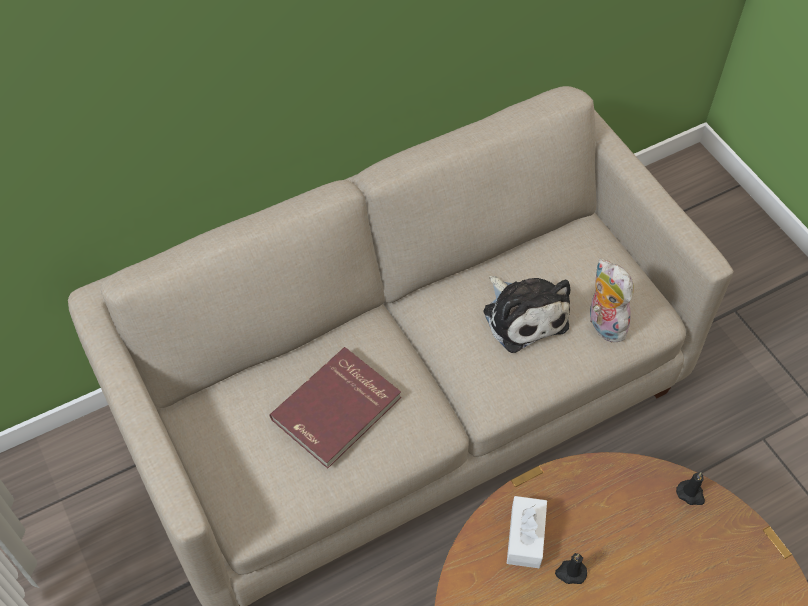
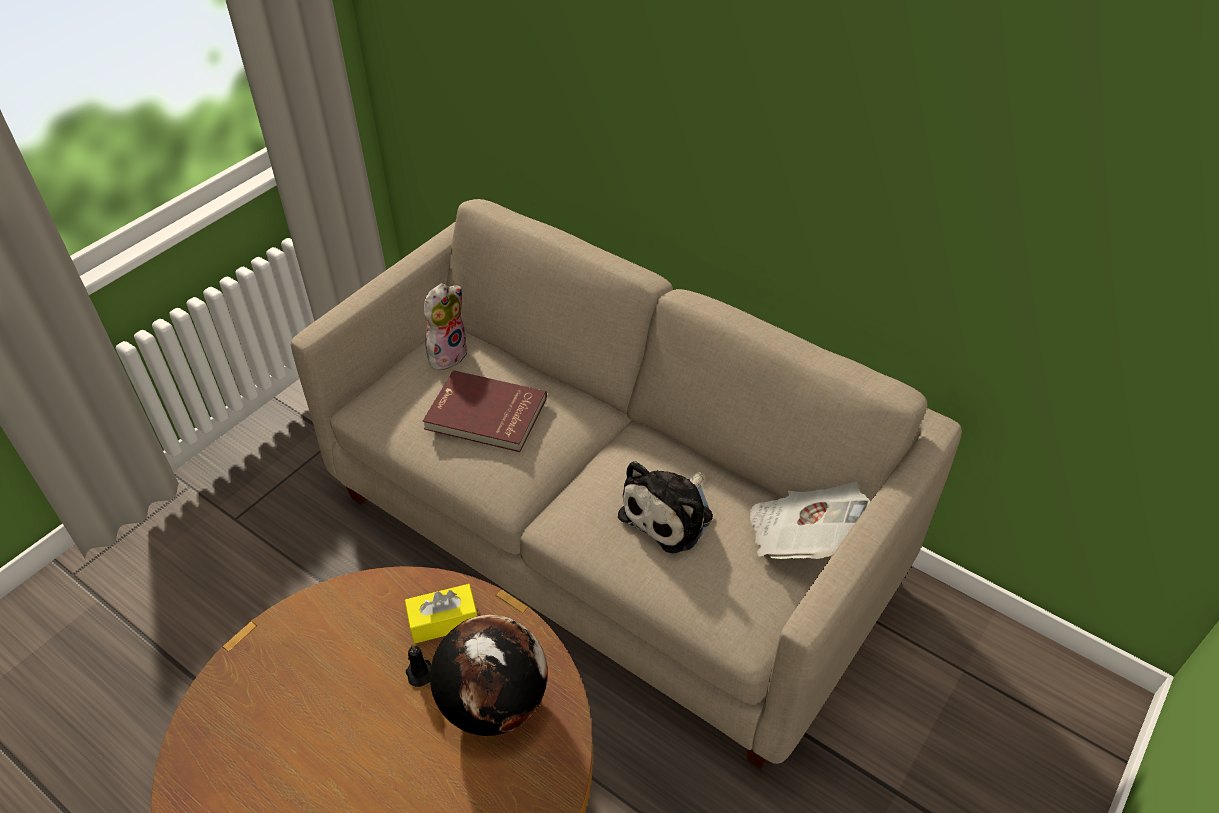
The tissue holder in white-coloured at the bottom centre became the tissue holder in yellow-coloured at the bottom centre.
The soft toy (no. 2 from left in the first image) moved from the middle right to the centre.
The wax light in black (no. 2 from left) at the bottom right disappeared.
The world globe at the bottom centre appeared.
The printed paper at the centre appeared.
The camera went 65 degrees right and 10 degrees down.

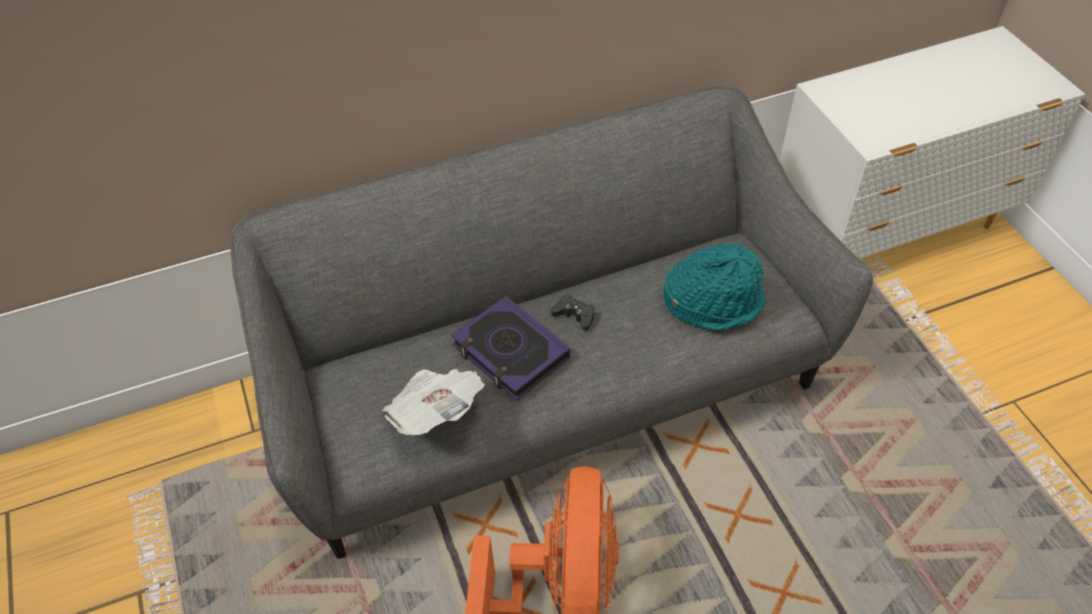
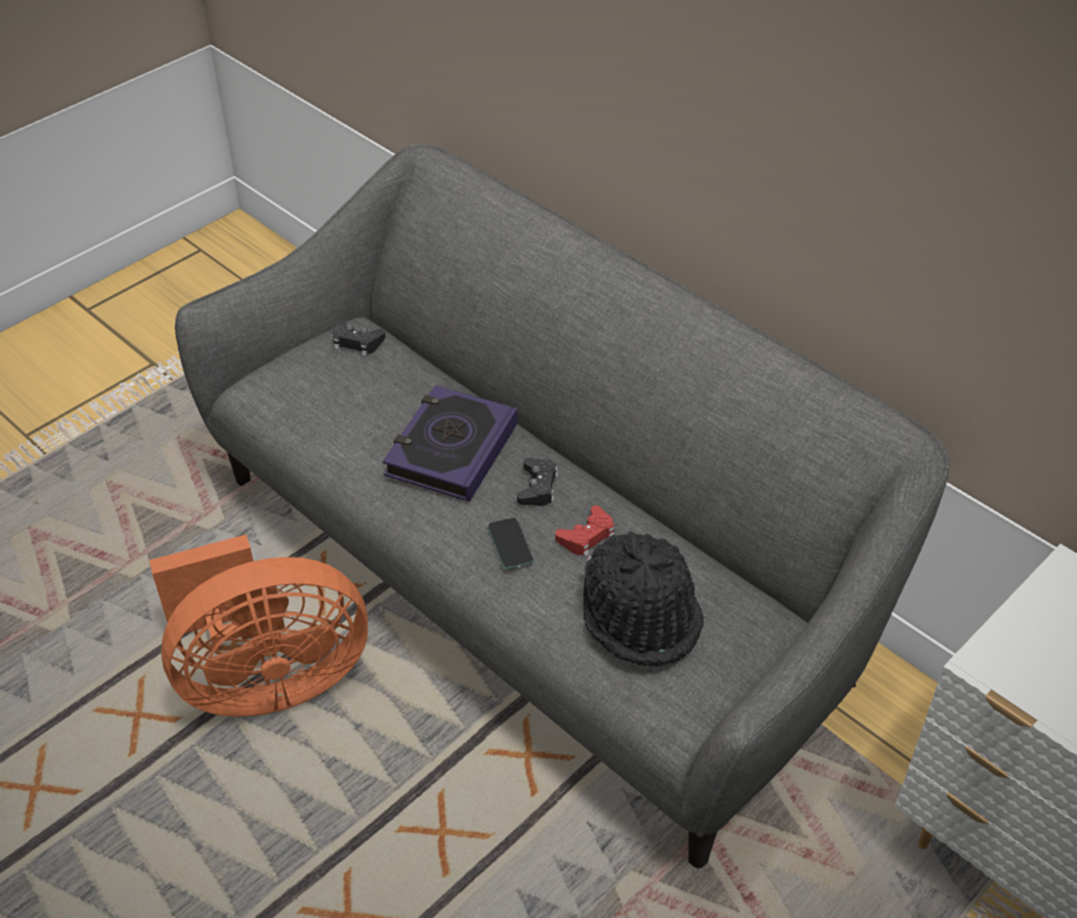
The printed paper at the centre disappeared.
The clothing hat in turquoise-coloured at the centre became the clothing hat in black at the centre.
The joypad in black (no. 1 from left) at the centre appeared.
The telephone at the centre appeared.
The joypad in reddish at the centre appeared.
The camera went 65 degrees right and 5 degrees down.

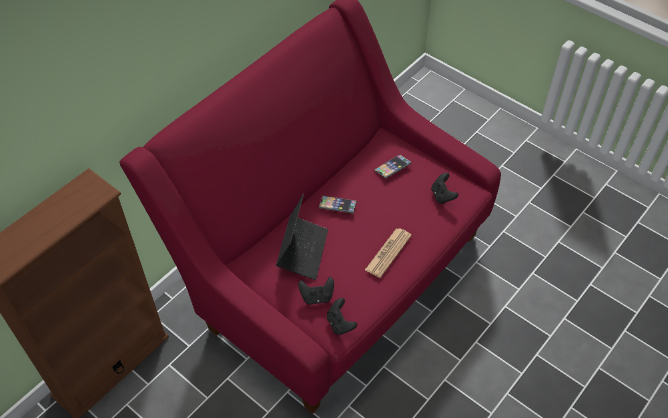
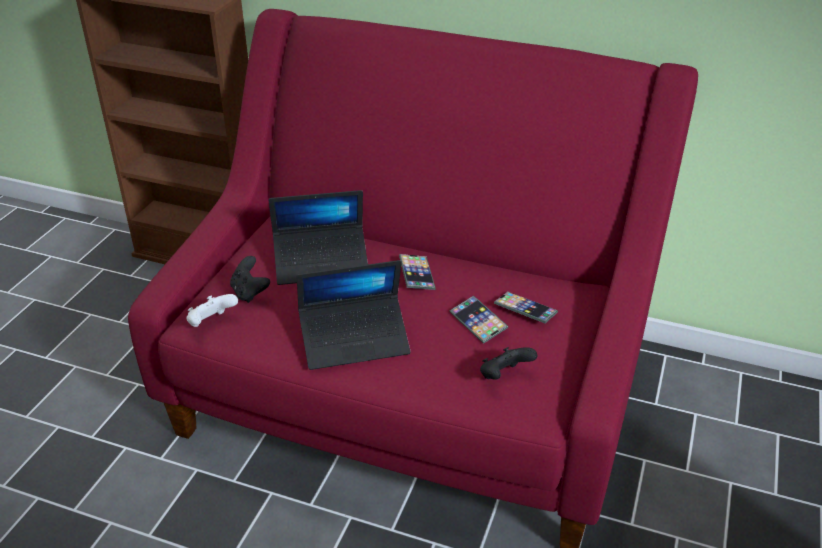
The joypad in black (no. 2 from left) at the bottom centre became the joypad in white-coloured at the middle left.
The printed paper at the centre was replaced by the notebook computer (no. 2 from left) at the centre.
The telephone (no. 2 from left) at the centre appeared.
The camera went 70 degrees right and 15 degrees down.

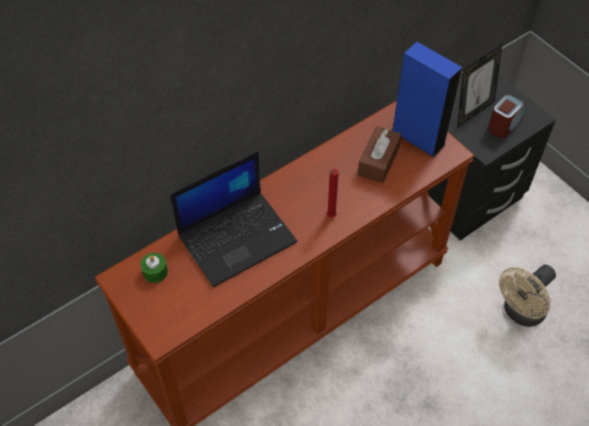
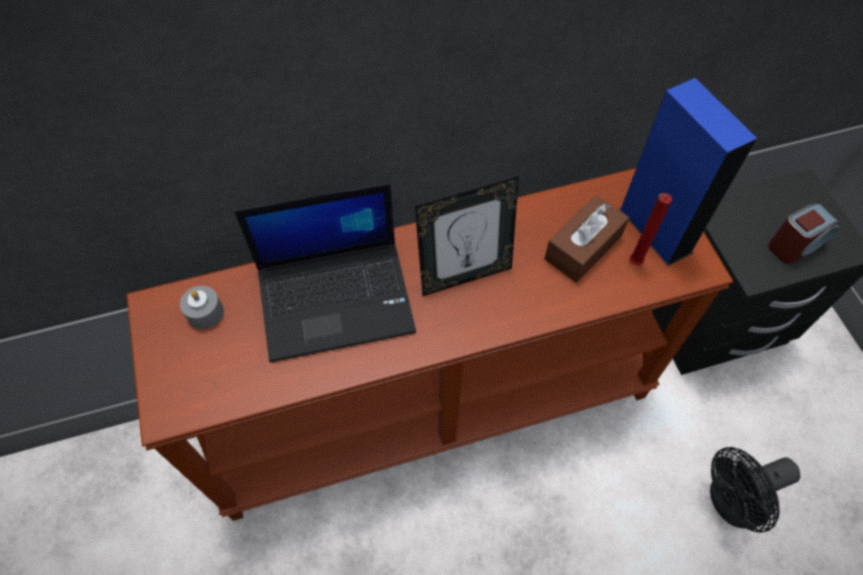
The wax light in green-coloured at the middle left became the wax light in greyish at the middle left.
The wax light in reddish moved from the centre to the middle right.
The photo frame moved from the top right to the centre.
The electric fan in beige at the bottom right became the electric fan in black at the bottom right.
The camera went 20 degrees right and 5 degrees up.

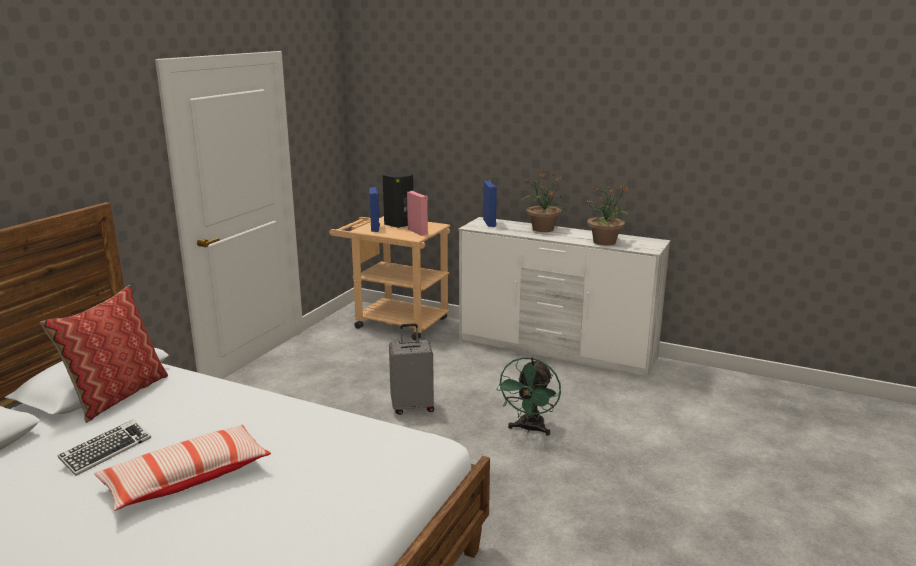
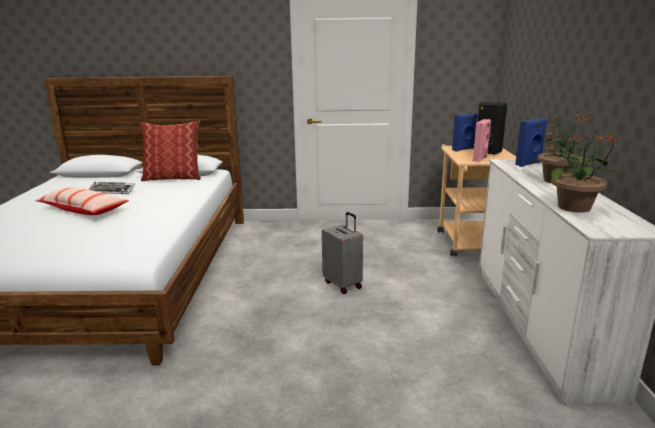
The electric fan in green-coloured at the bottom centre disappeared.
The camera went 65 degrees right and 0 degrees up.

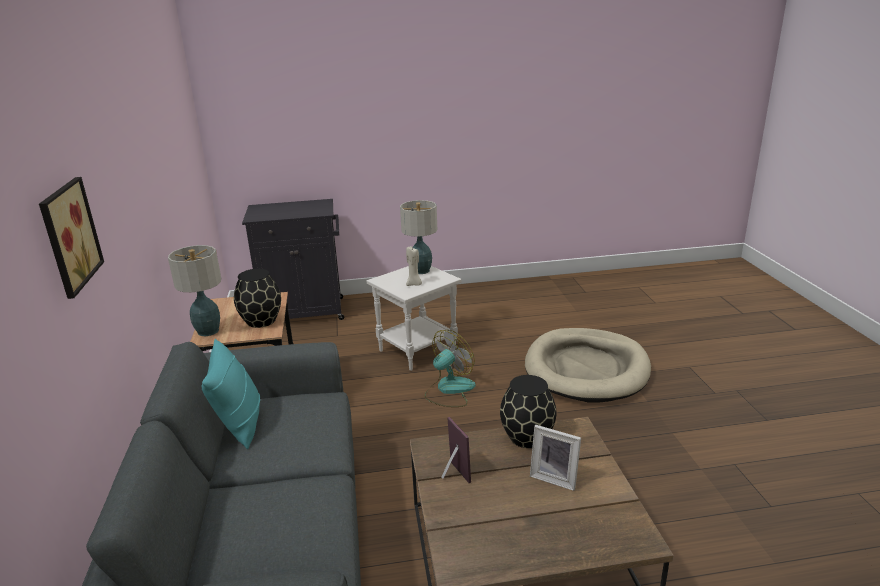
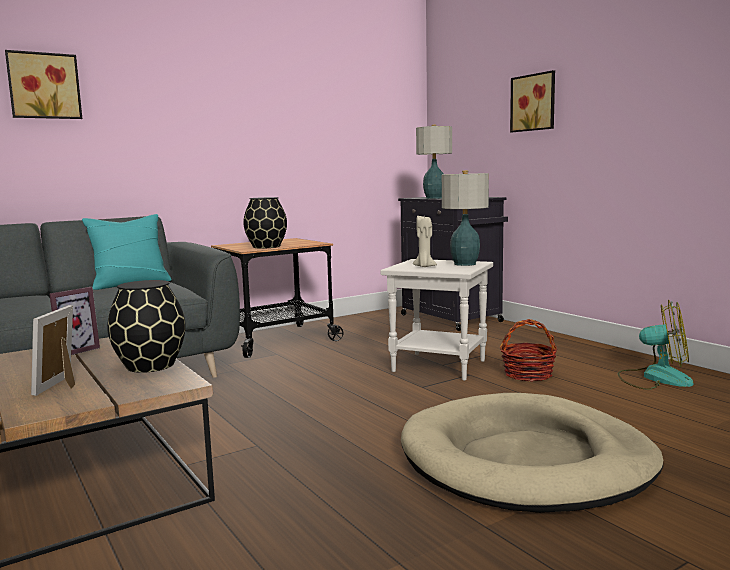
The table lamp (no. 1 from left) moved from the middle left to the top centre.
The electric fan moved from the centre to the middle right.
The household basket at the middle right appeared.
The wall art (no. 2 from left) at the top right appeared.
The camera went 65 degrees right and 15 degrees down.

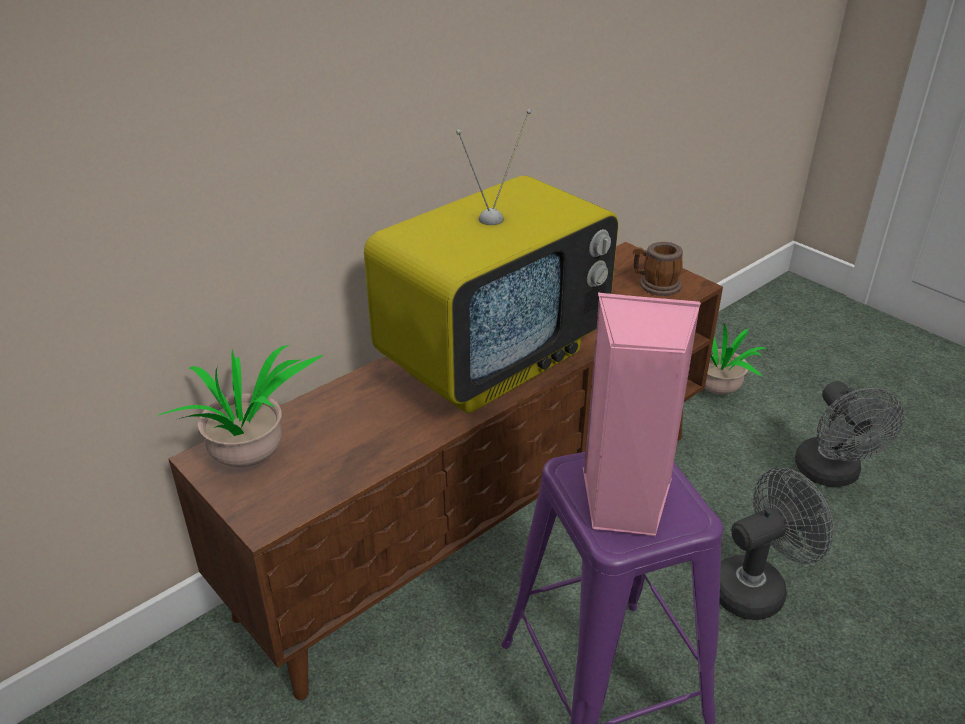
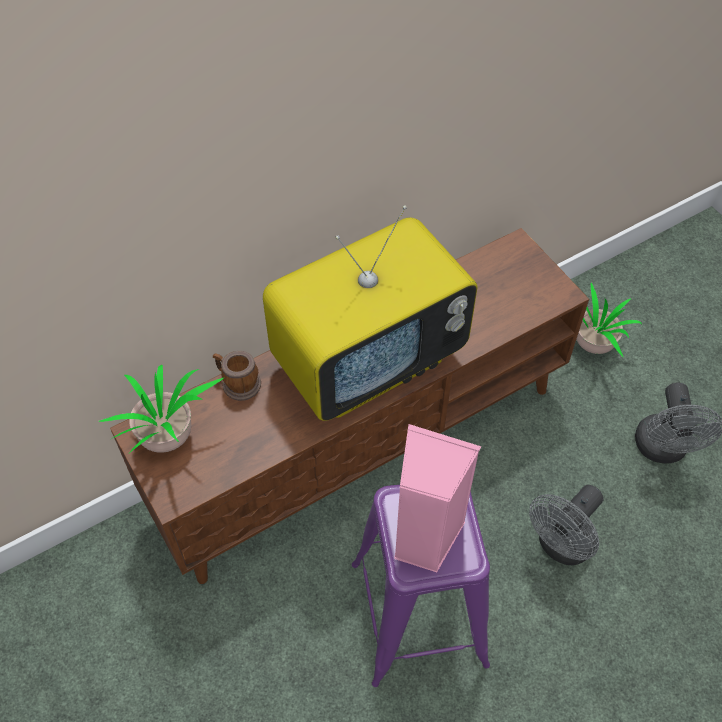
The coffee mug moved from the middle right to the middle left.
The electric fan in greyish (no. 1 from left) at the bottom right turned 150 degrees clockwise.
The camera went 10 degrees right and 20 degrees up.

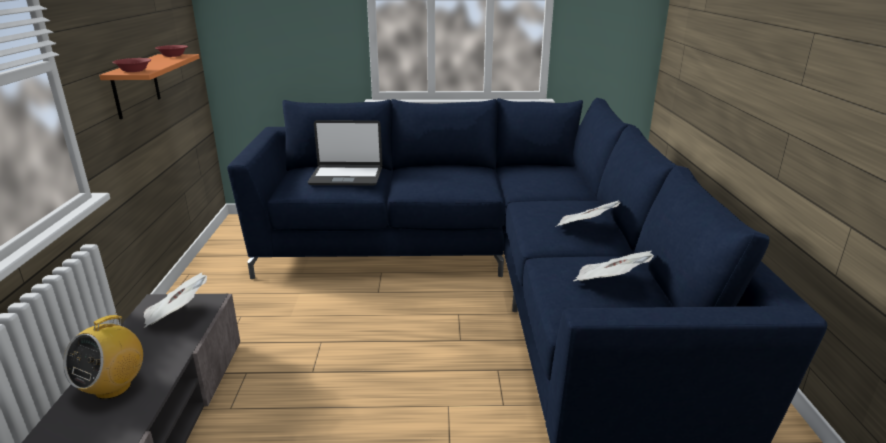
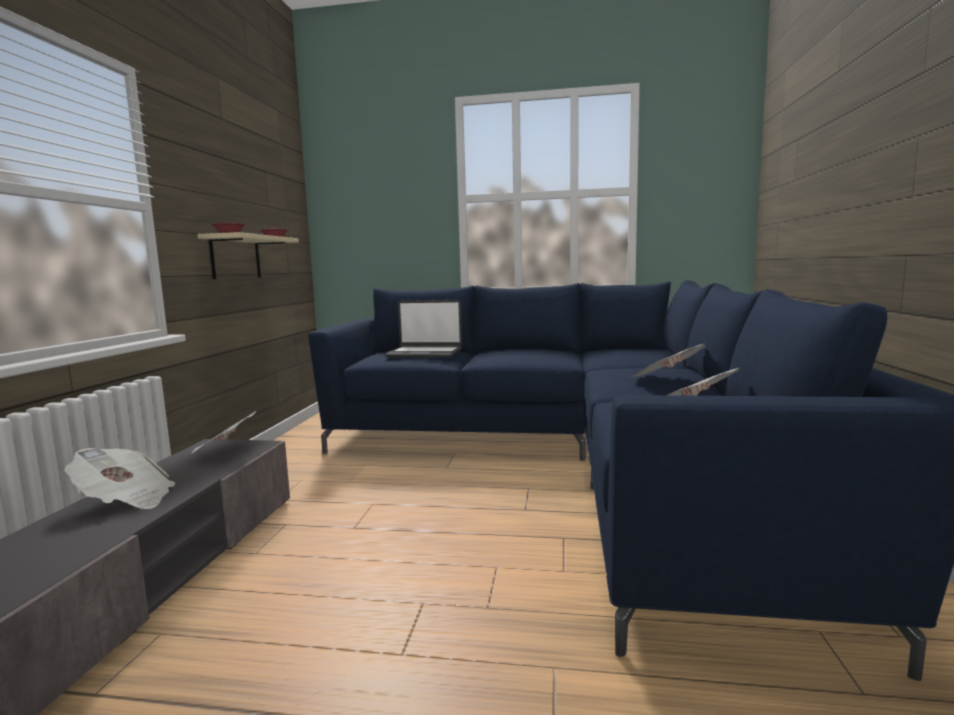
The radio receiver at the bottom left was replaced by the printed paper (no. 1 from left) at the bottom left.
The wall shelf in orangey at the top left became the wall shelf in beige at the middle left.
The camera went 10 degrees right and 15 degrees down.

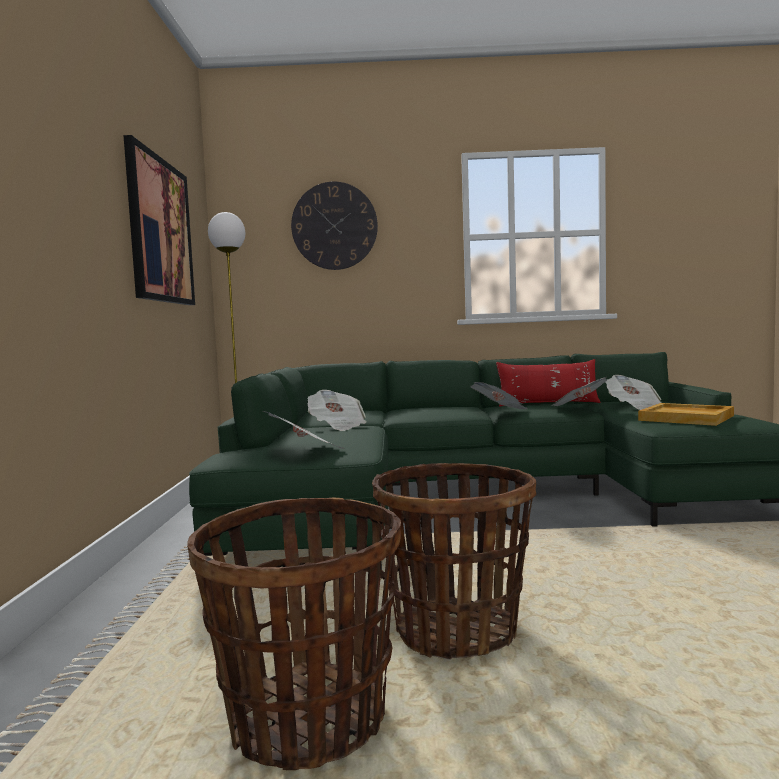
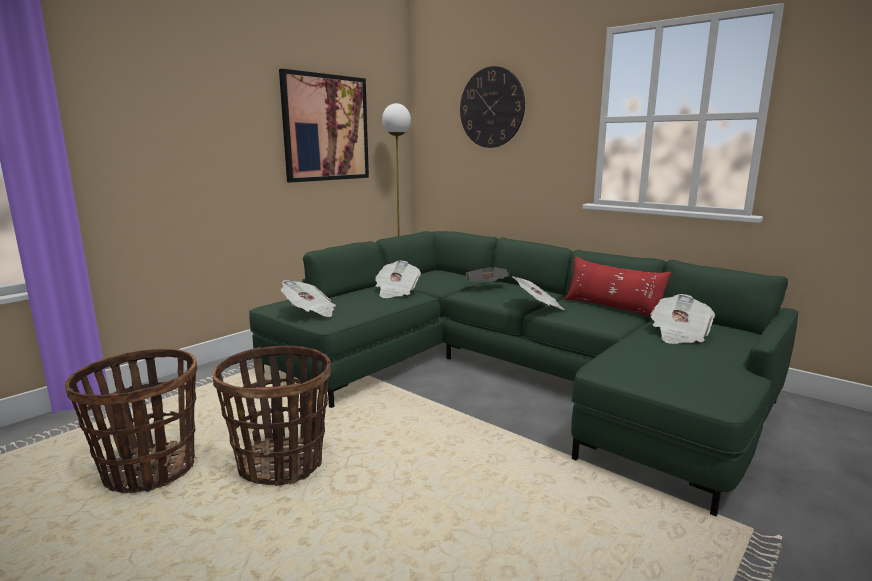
The printed paper (no. 4 from left in the first image) moved from the middle right to the centre.
The carrying tray in beige at the middle right disappeared.
The camera went 40 degrees right and 10 degrees up.

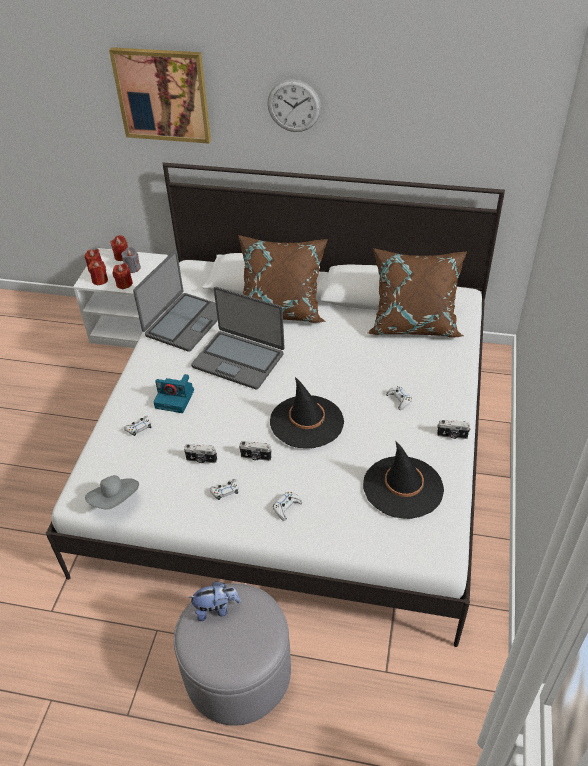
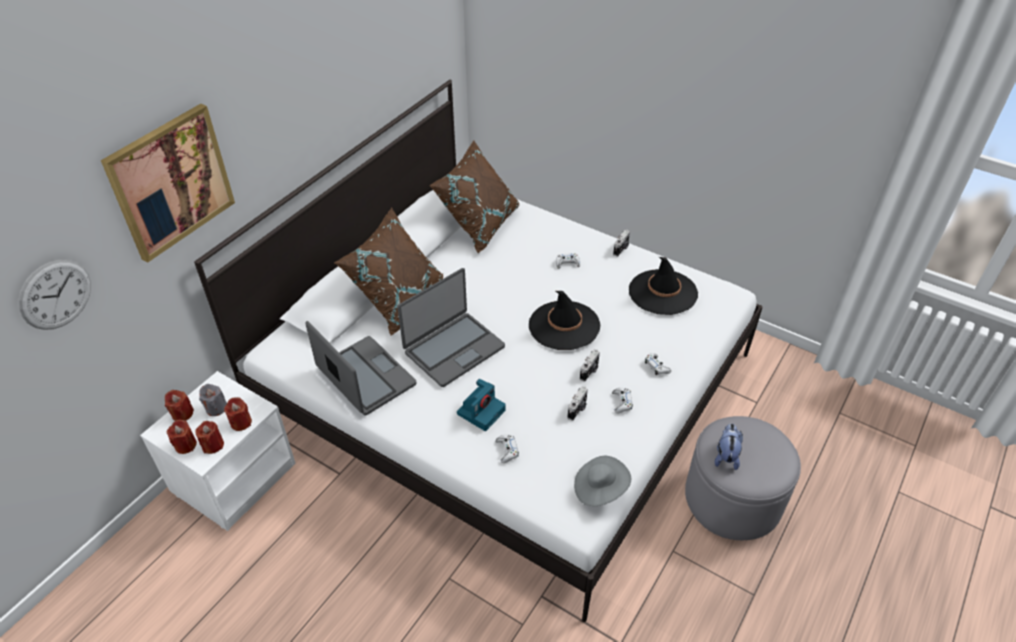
The wall clock moved from the top centre to the middle left.
The camera went 70 degrees left and 0 degrees up.

